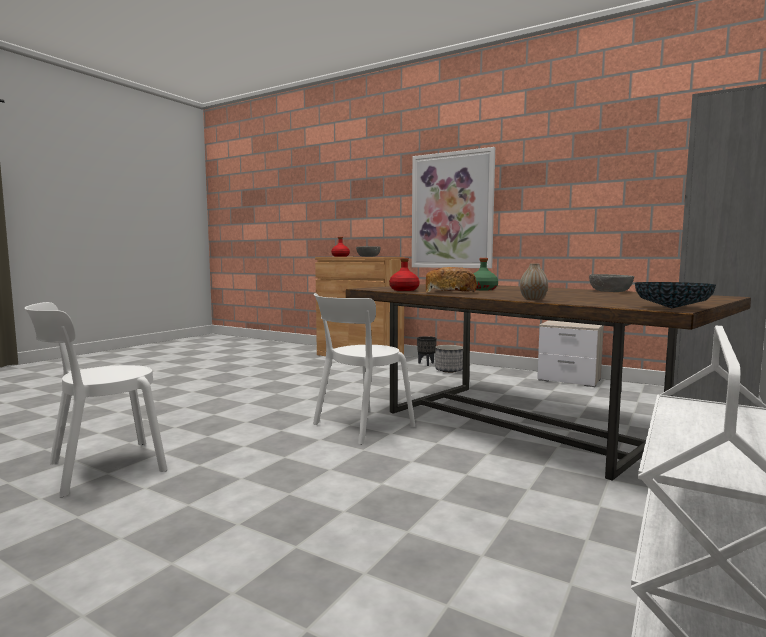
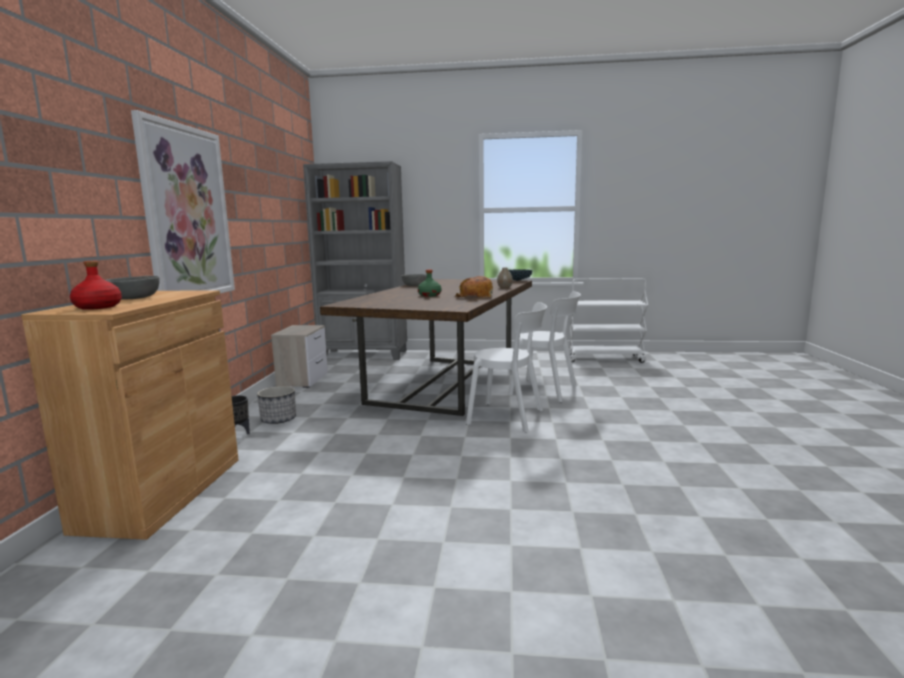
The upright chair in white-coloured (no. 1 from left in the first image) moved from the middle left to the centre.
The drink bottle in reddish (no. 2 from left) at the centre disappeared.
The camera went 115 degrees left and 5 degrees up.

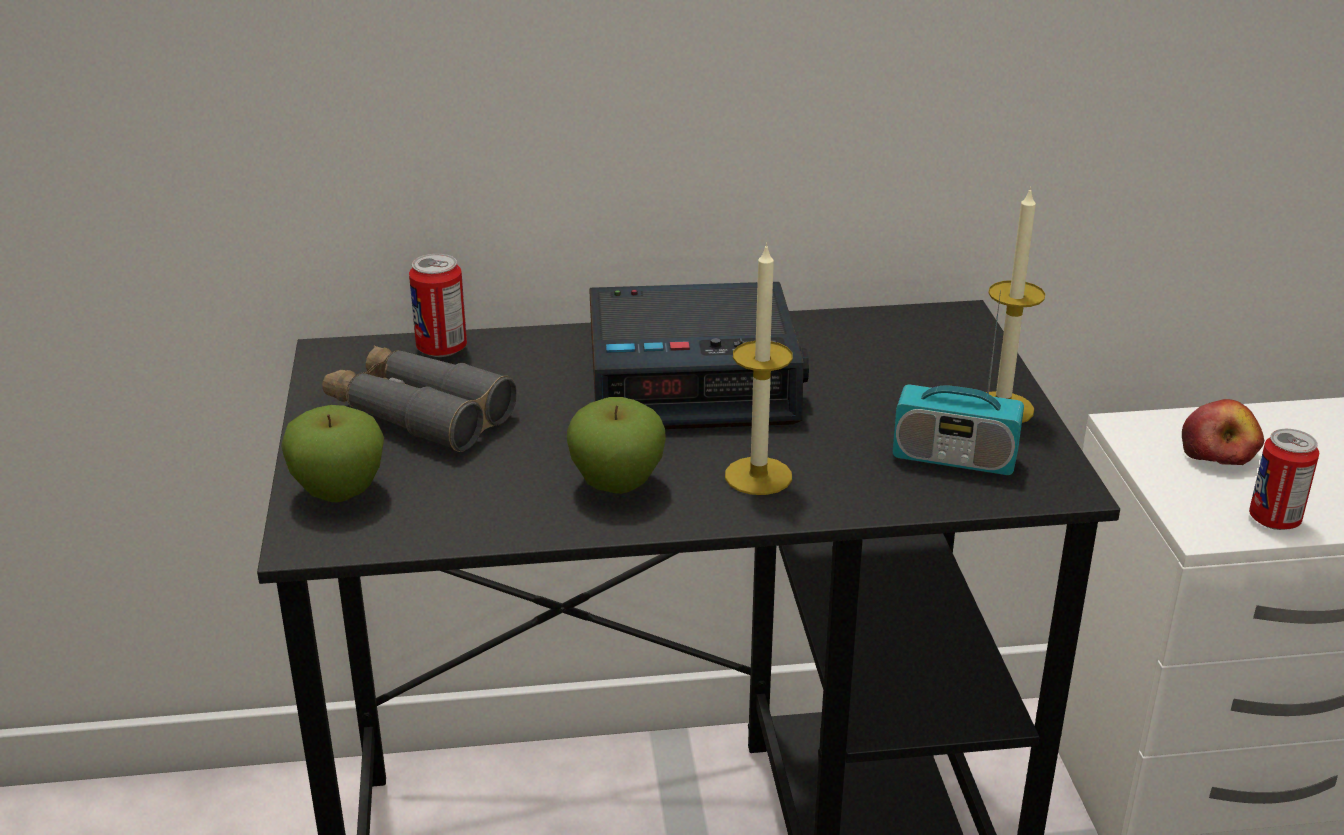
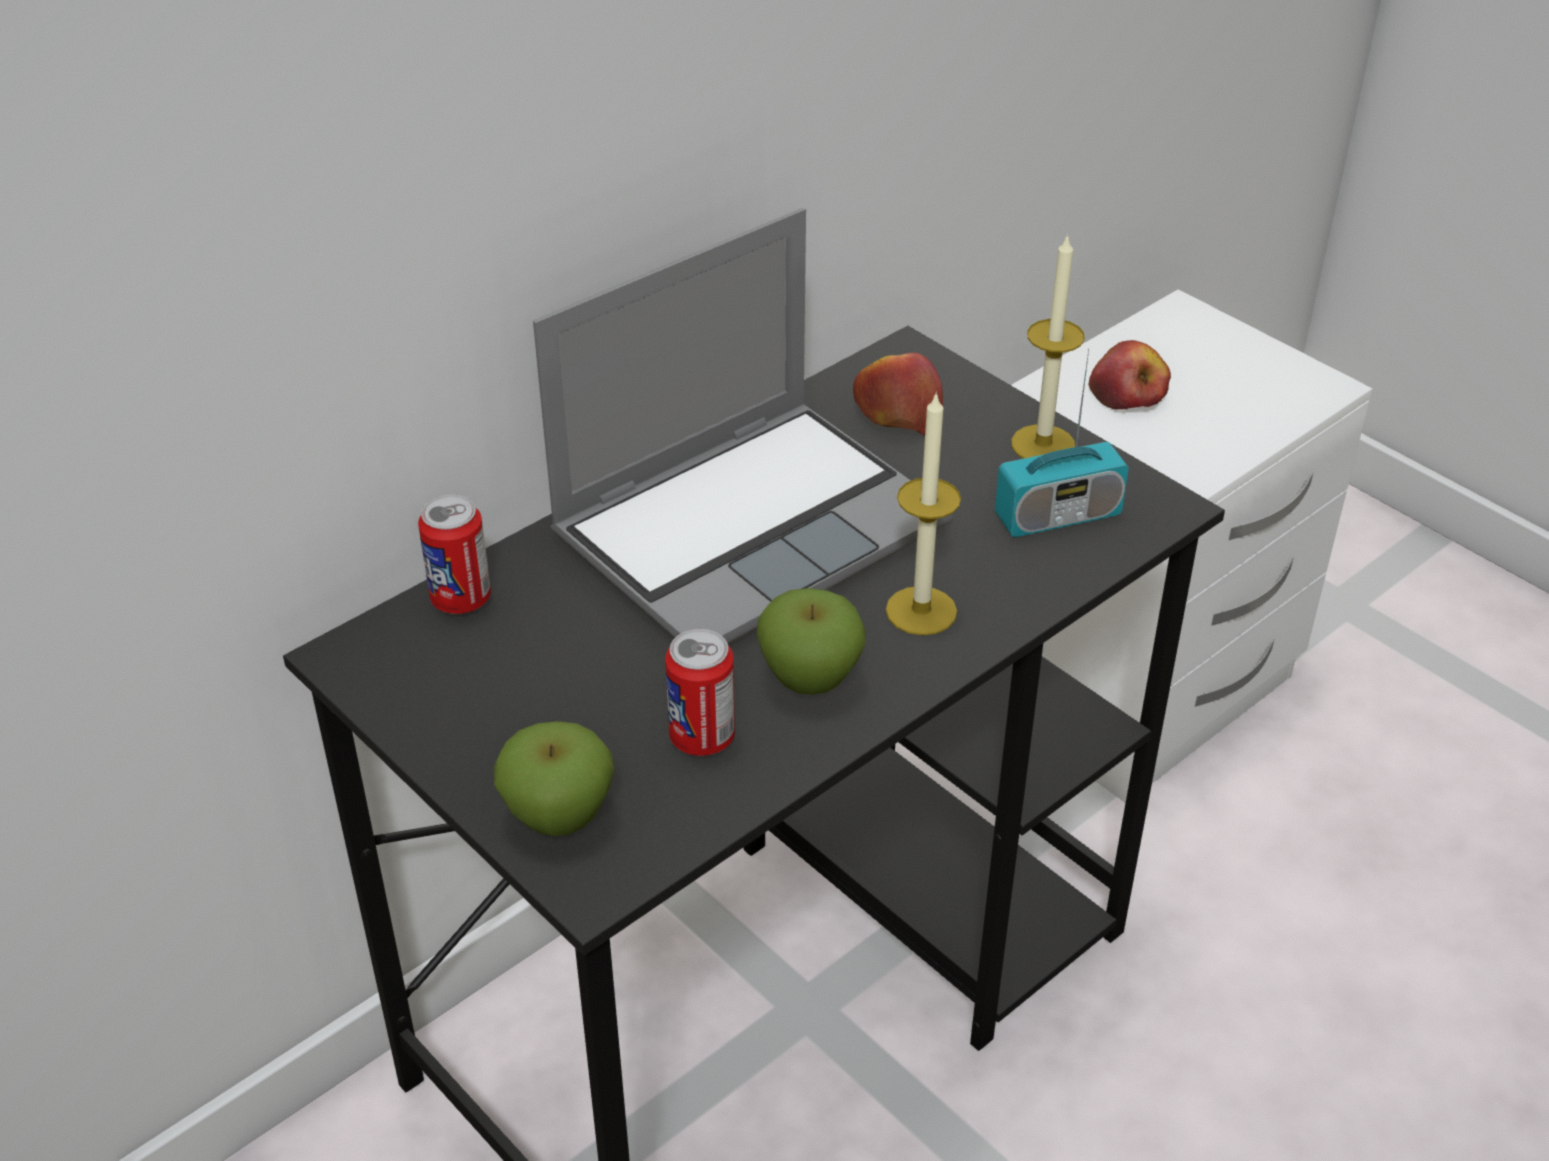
The binoculars in greyish at the middle left disappeared.
The alarm clock at the centre was replaced by the notebook computer at the centre.
The metal can (no. 2 from left) moved from the middle right to the centre.
The apple fruit (no. 3 from left) at the centre appeared.
The camera went 35 degrees left and 10 degrees up.

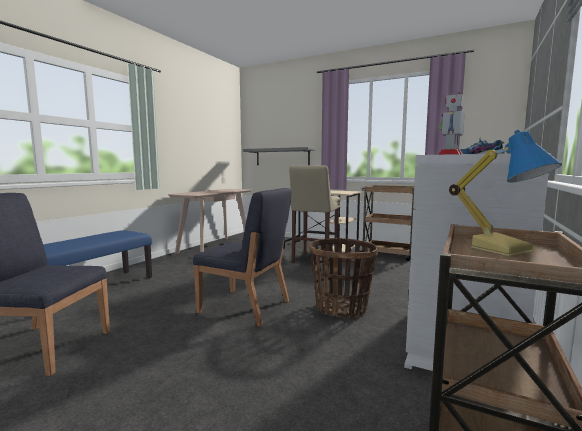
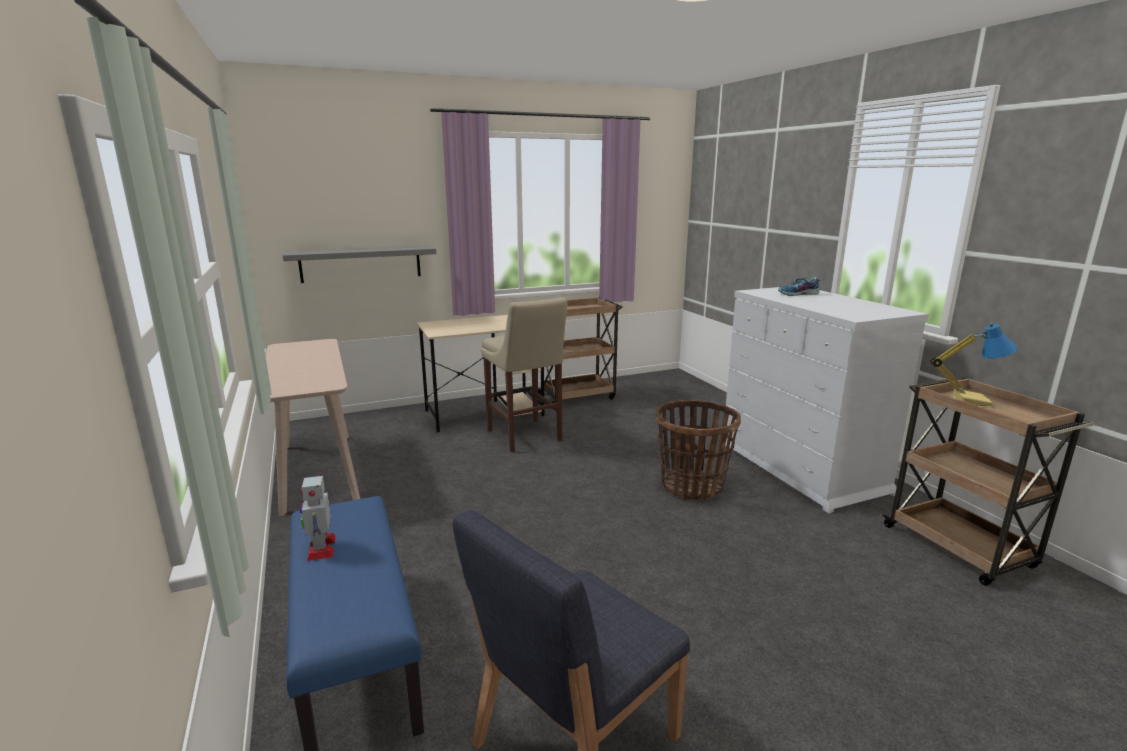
The upright chair in bluish (no. 2 from left) at the centre disappeared.
The robot figure moved from the top right to the bottom left.
The camera went 50 degrees left and 10 degrees up.

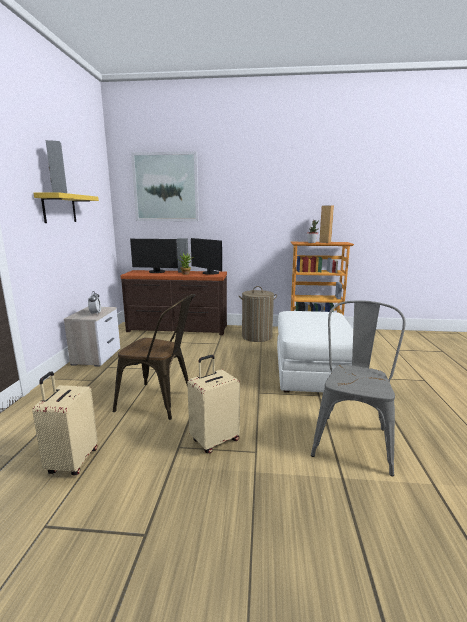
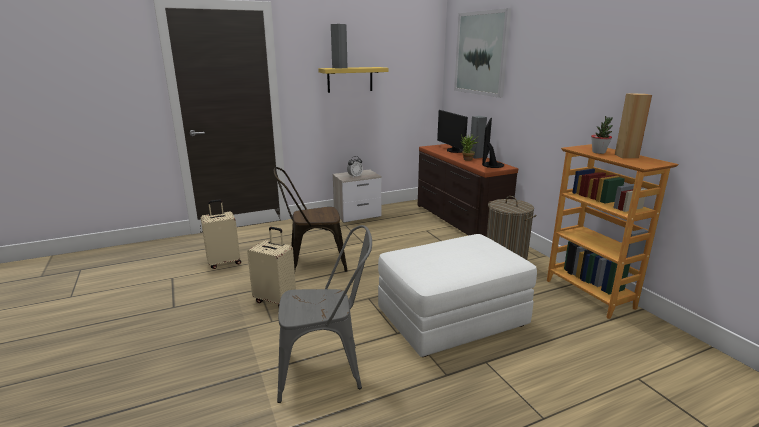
The upright chair in brown-coloured at the middle left turned 90 degrees clockwise.
The camera went 60 degrees right and 5 degrees up.

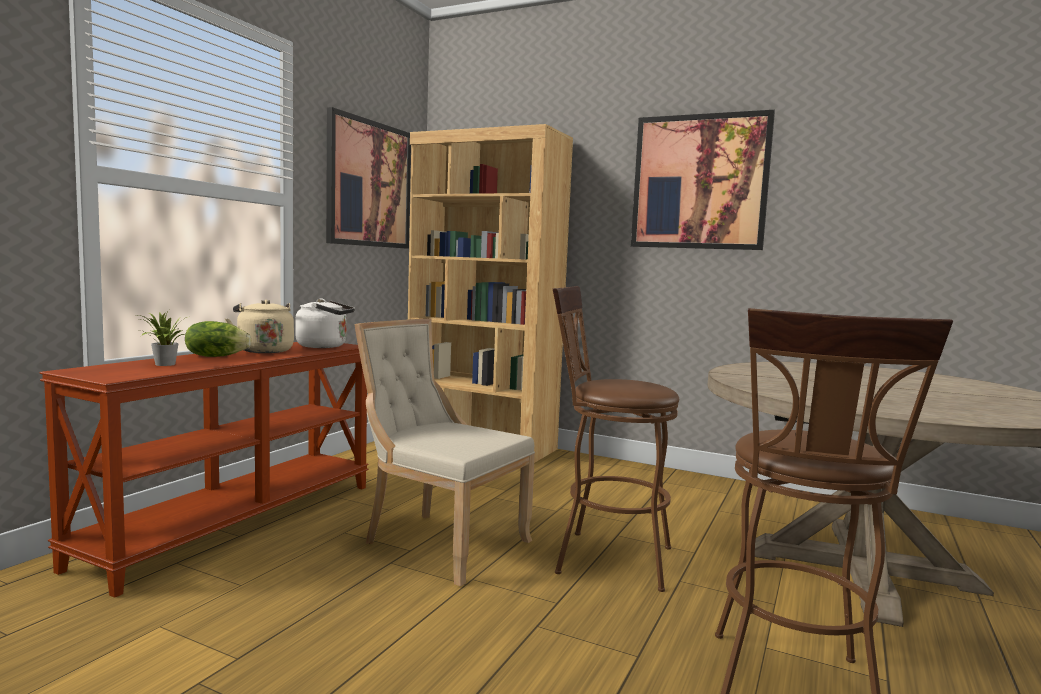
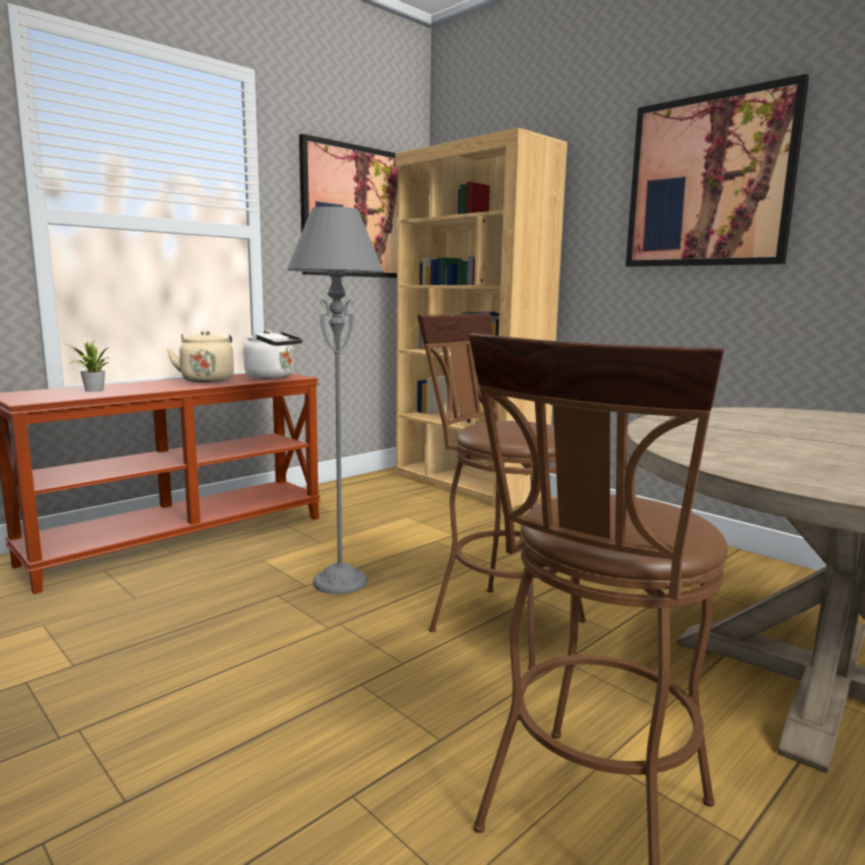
The lettuce at the middle left disappeared.
The upright chair in beige at the centre was replaced by the standard lamp in greyish at the centre.
The camera went 20 degrees right and 5 degrees up.

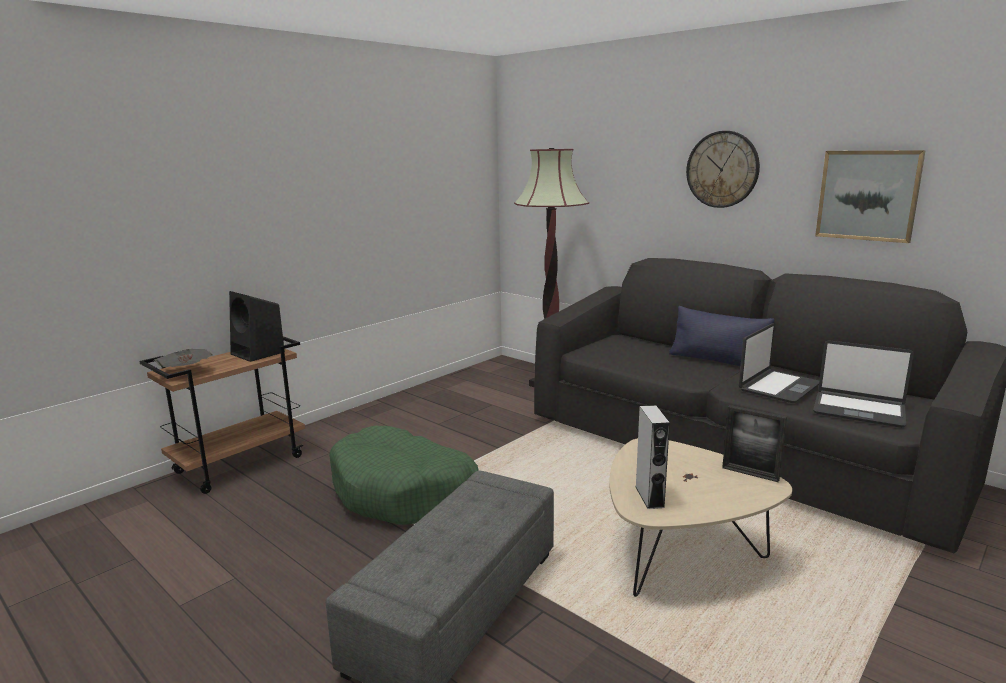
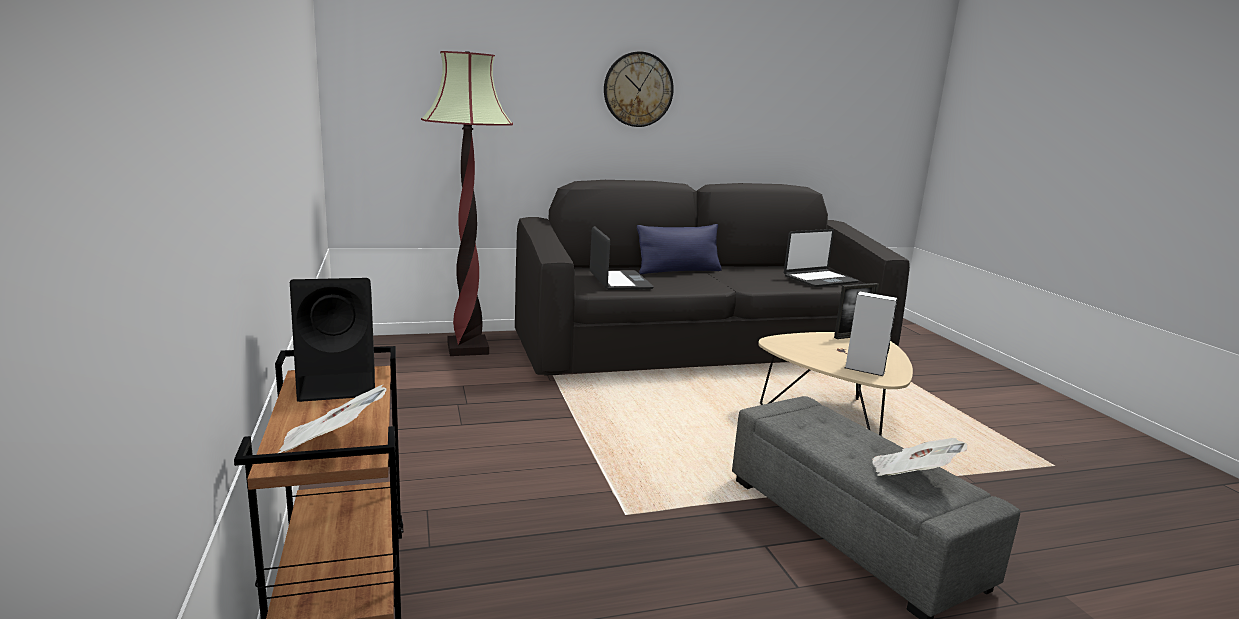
The dog bed in green-coloured at the bottom centre disappeared.
The notebook computer (no. 1 from left) moved from the middle right to the centre.
The wall art at the top right disappeared.
The printed paper (no. 2 from left) at the bottom right appeared.
The camera went 60 degrees left and 0 degrees up.

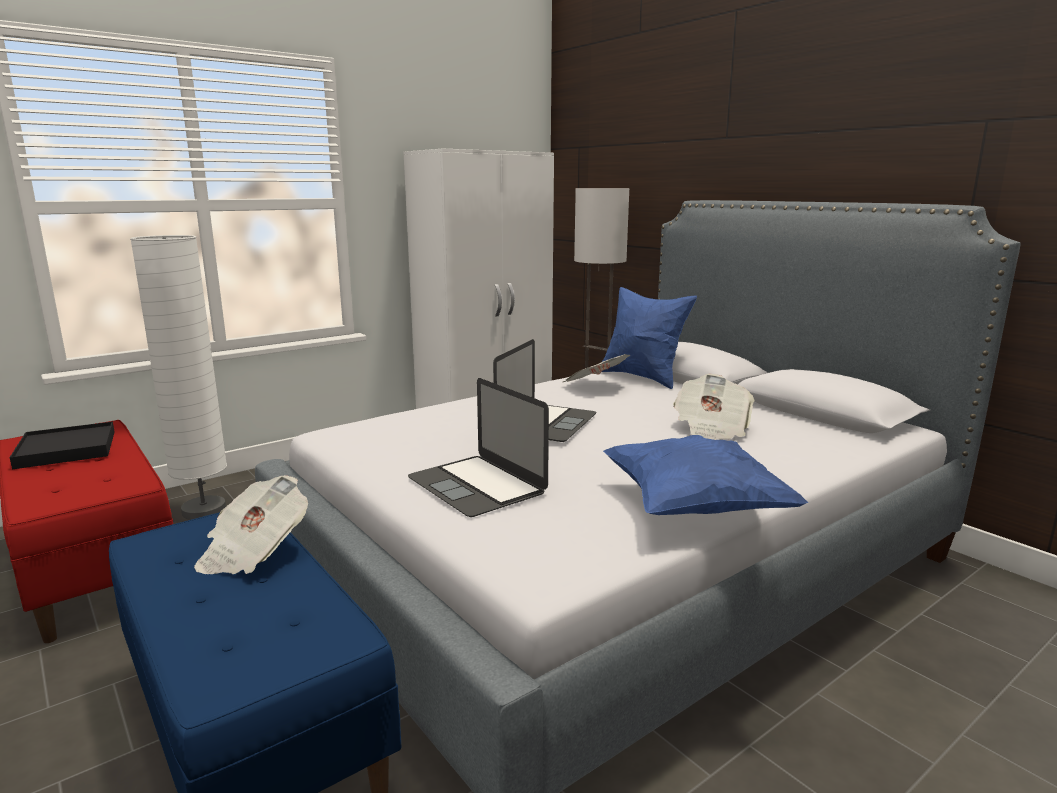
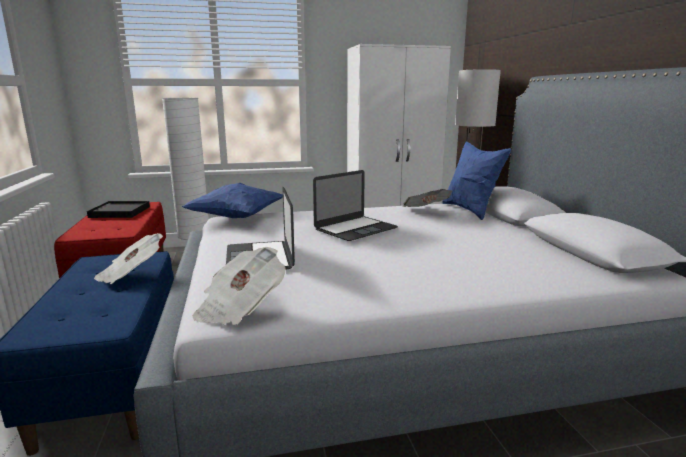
The pillow in bluish (no. 2 from left in the first image) moved from the middle right to the centre.
The printed paper (no. 3 from left in the first image) moved from the middle right to the centre.
The camera went 25 degrees right and 0 degrees up.

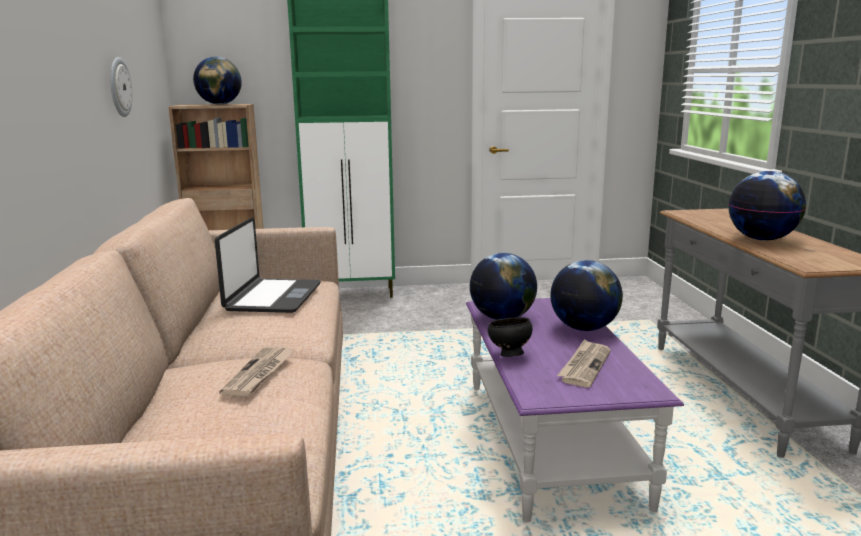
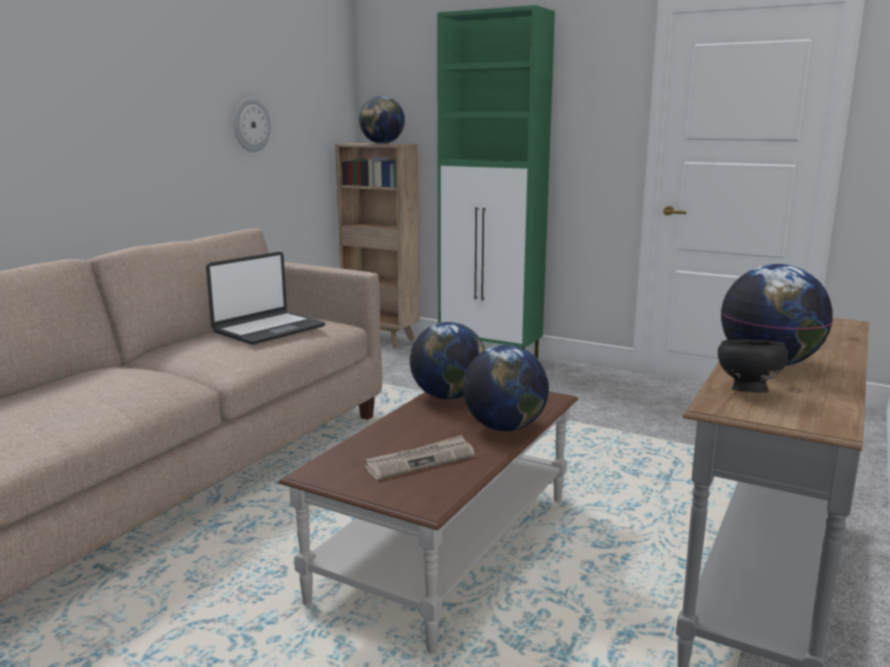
The printed paper (no. 1 from left) at the bottom left disappeared.
The low table in purple-coloured at the bottom right became the low table in brown-coloured at the bottom centre.
The bowl in black moved from the centre to the middle right.
The camera went 35 degrees right and 0 degrees up.

